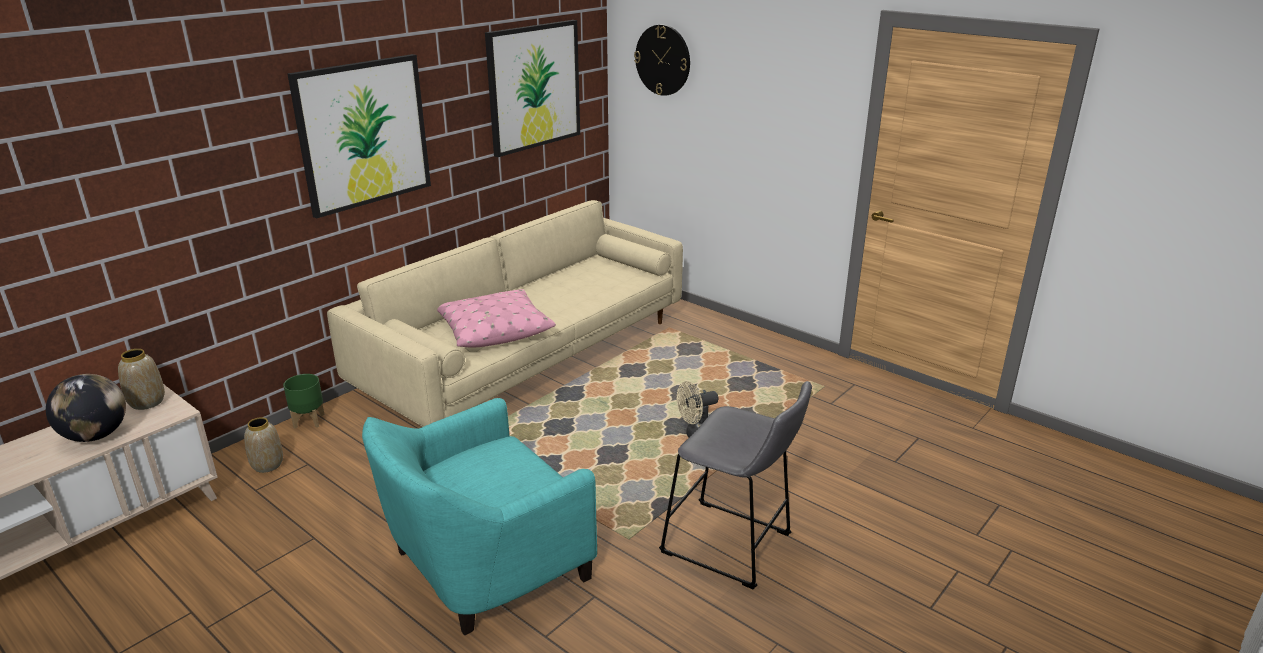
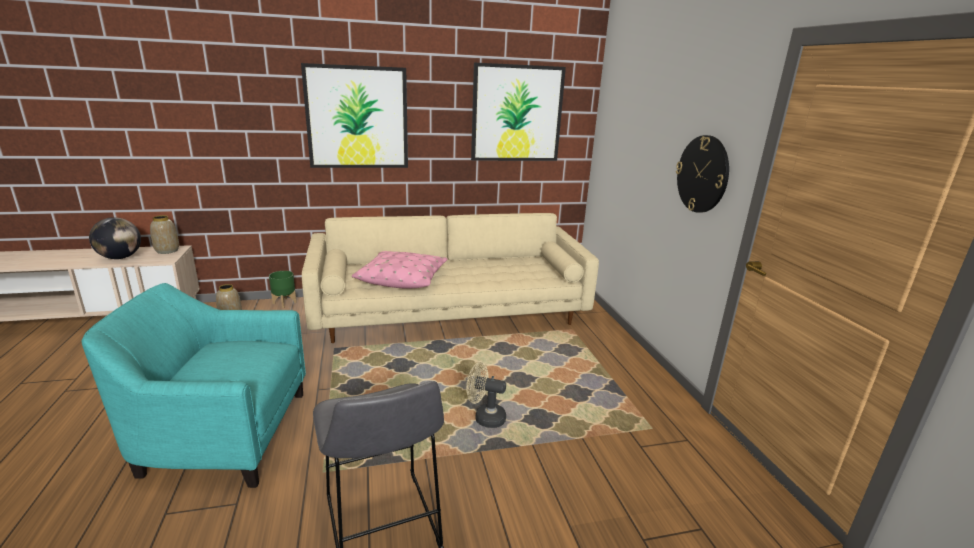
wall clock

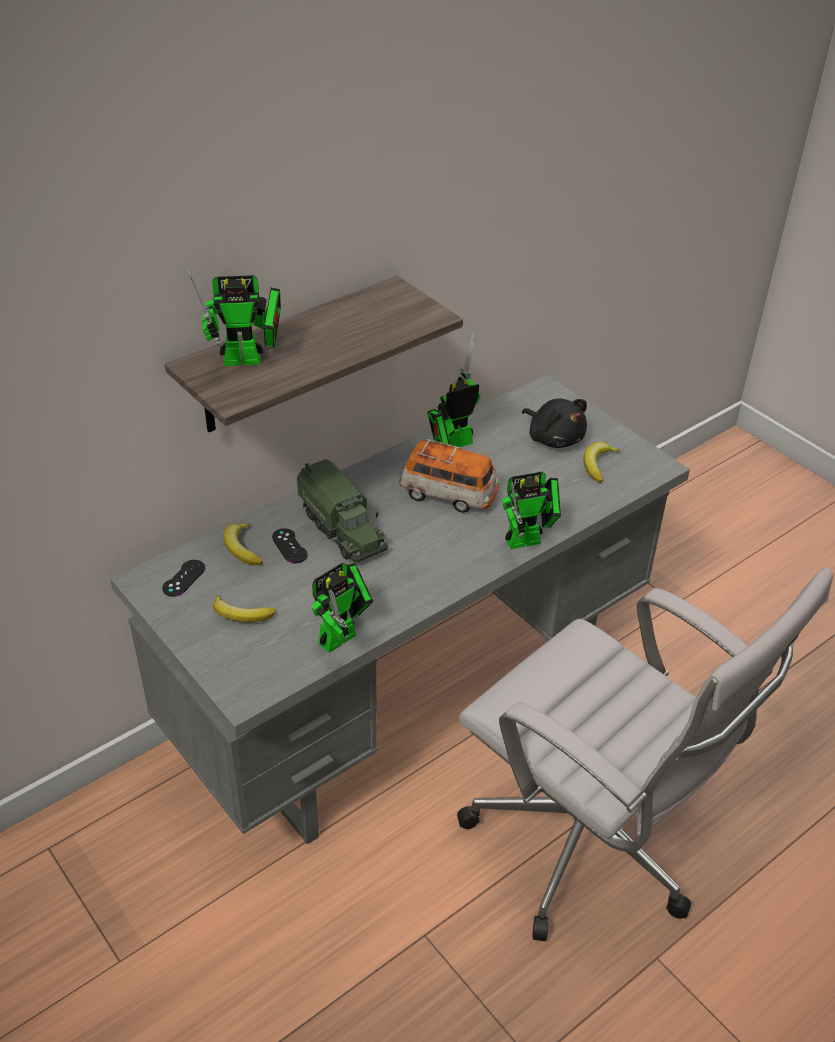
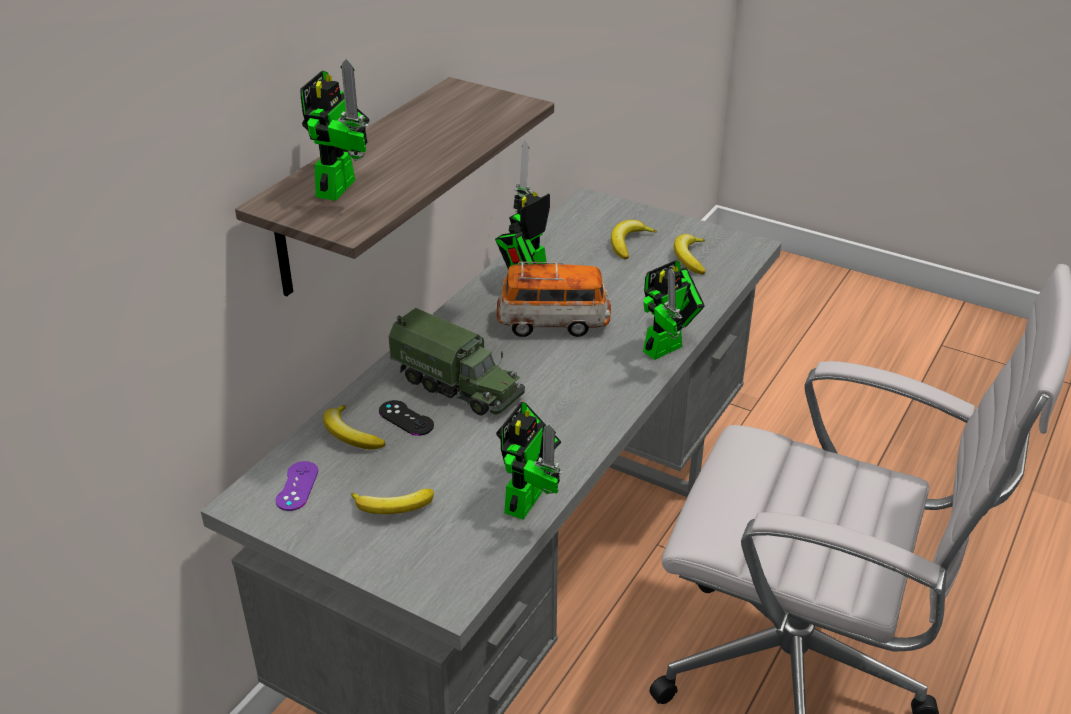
purple game controller
toy robot (1st from left)
banana (3rd from left)

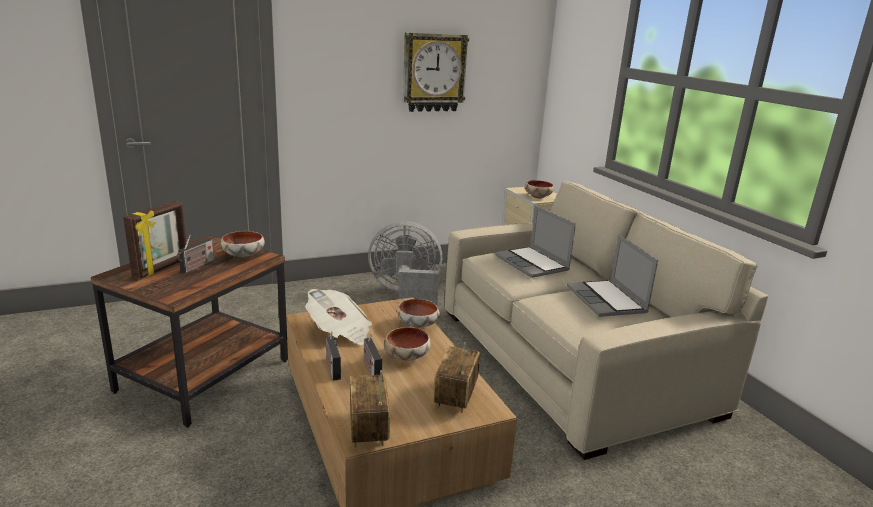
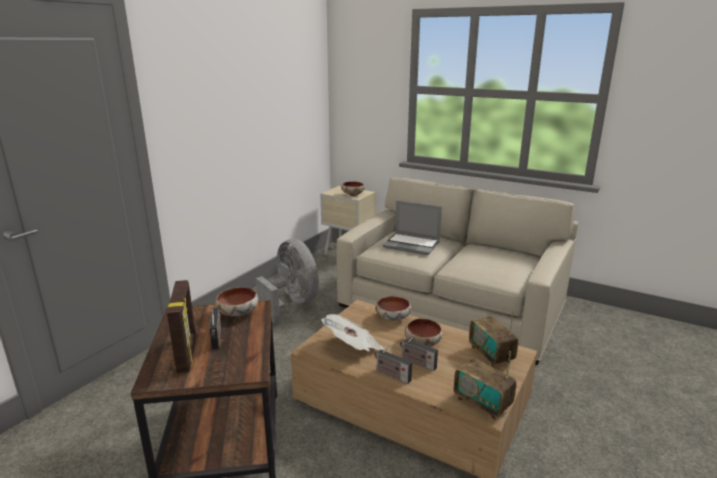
grey fan
wall clock
laptop (2nd from left in the first image)

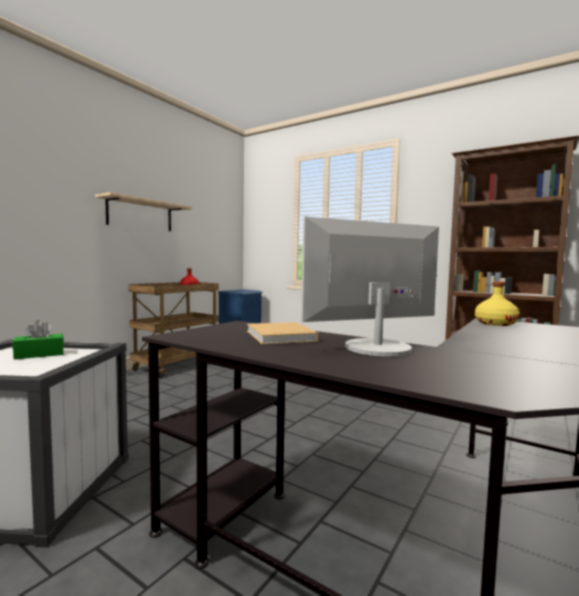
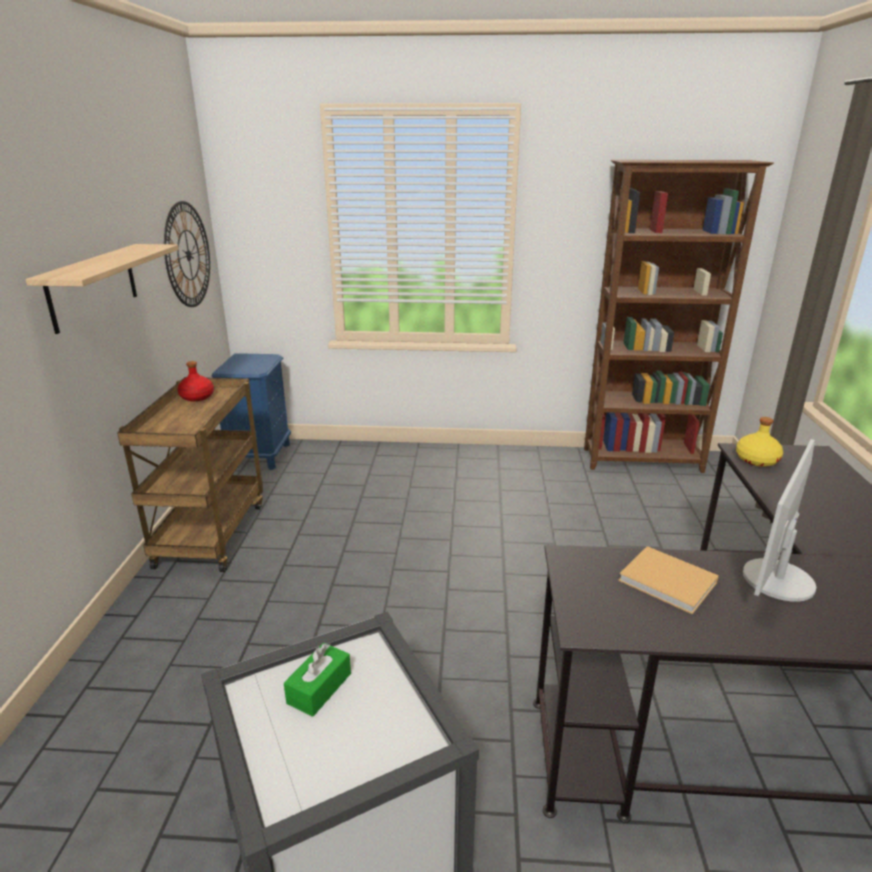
wall clock

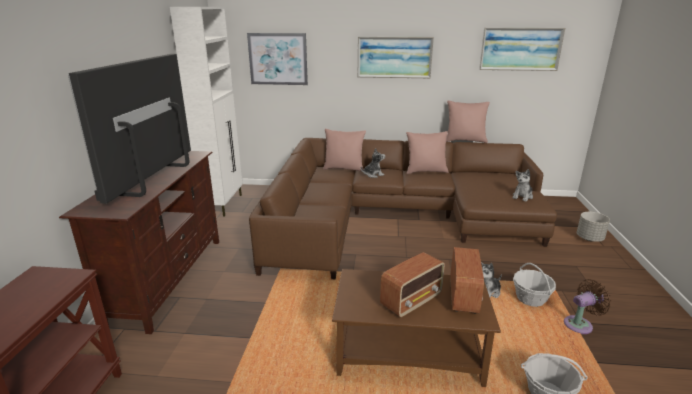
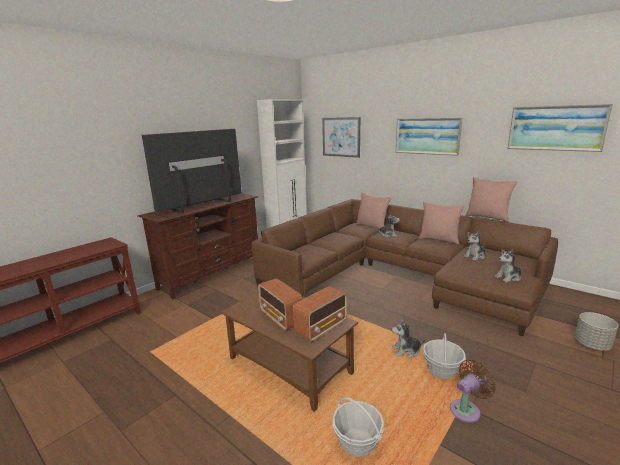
radio (1st from left)
brown fan
plush toy (3rd from left)

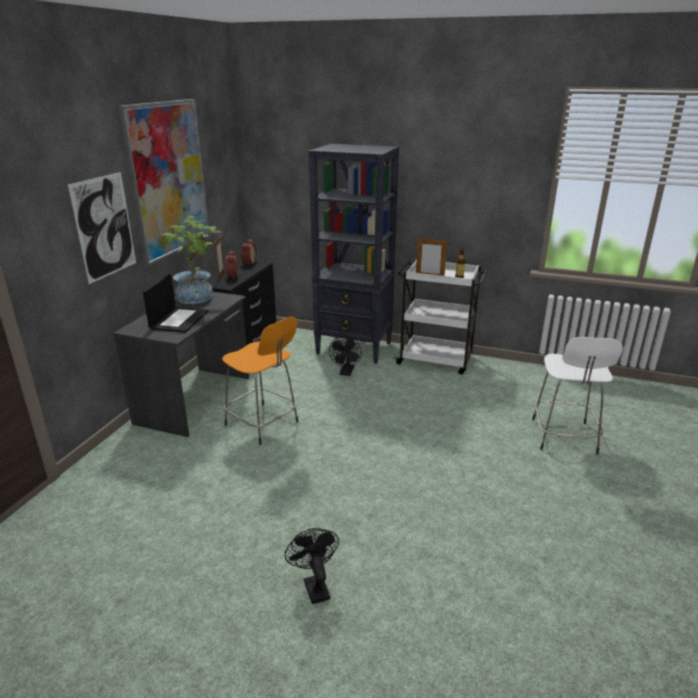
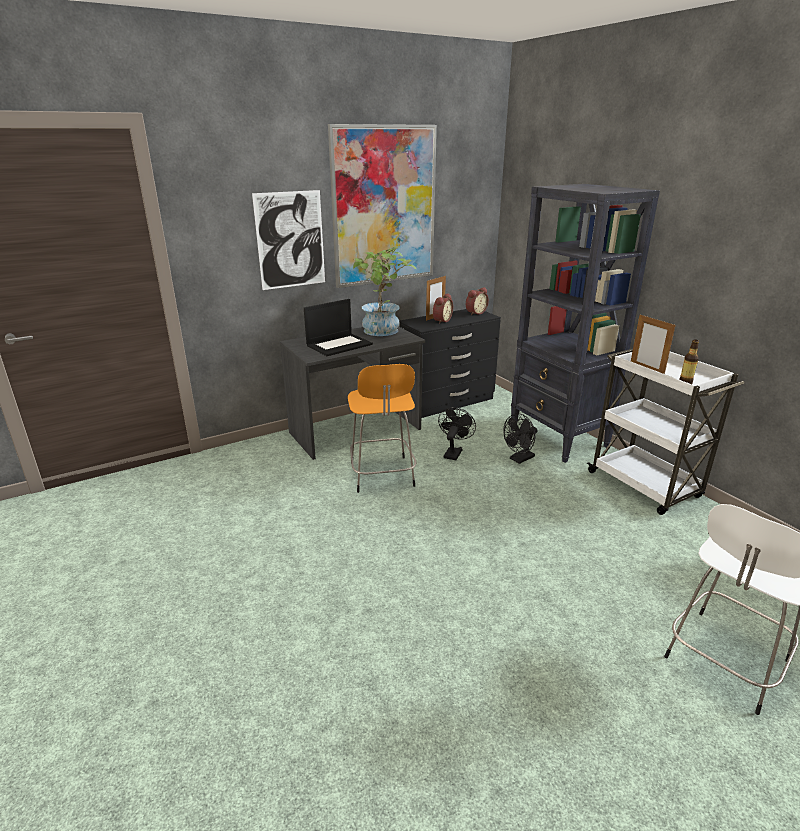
black fan (1st from left)

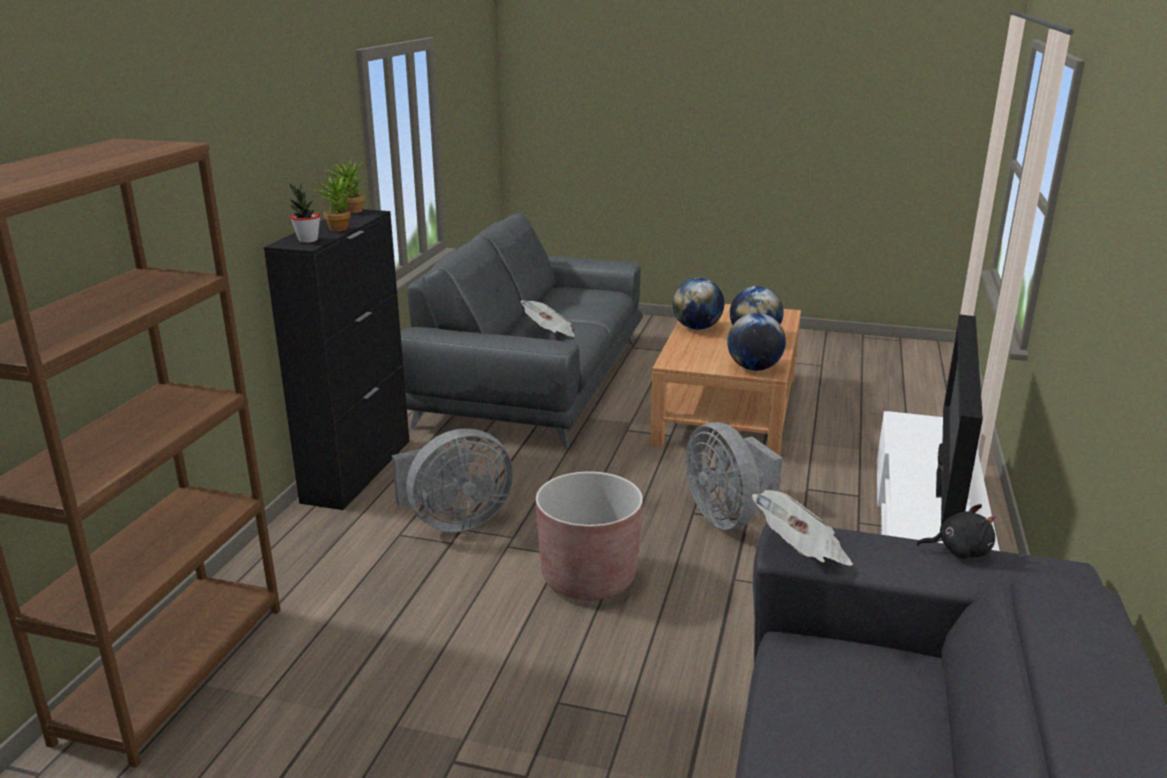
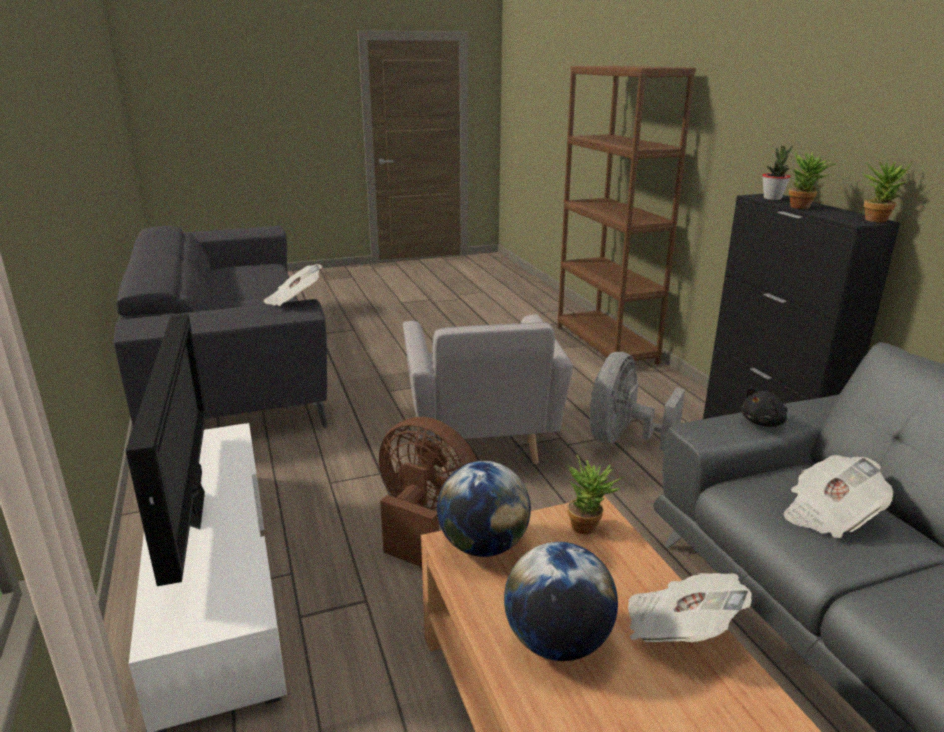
grey armchair
newspaper (2nd from left)
brown fan
black plush toy
potted plant (1st from left)

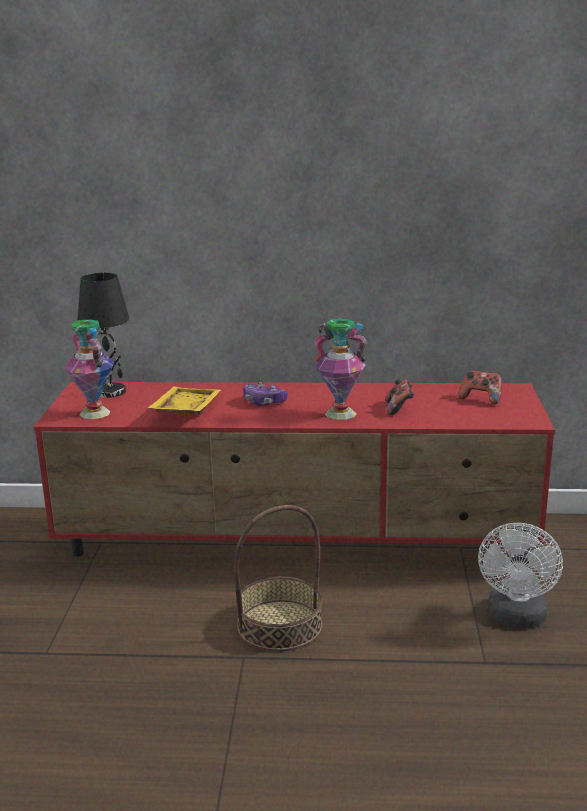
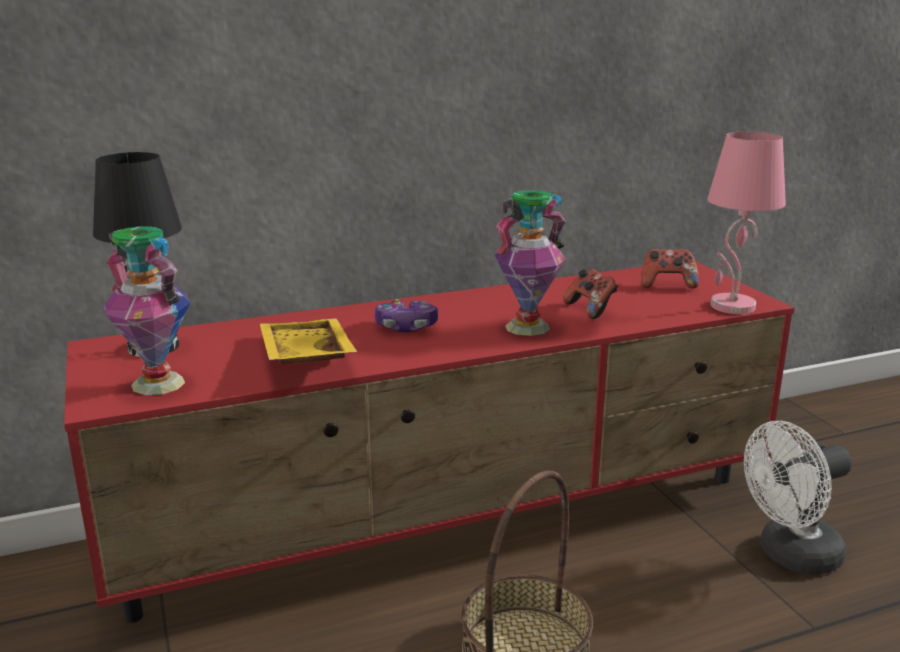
white fan
pink table lamp

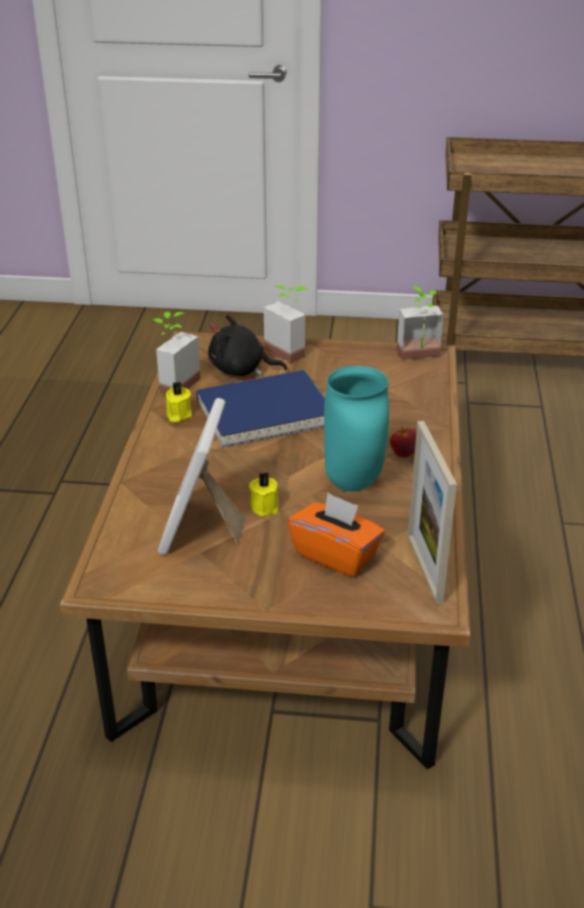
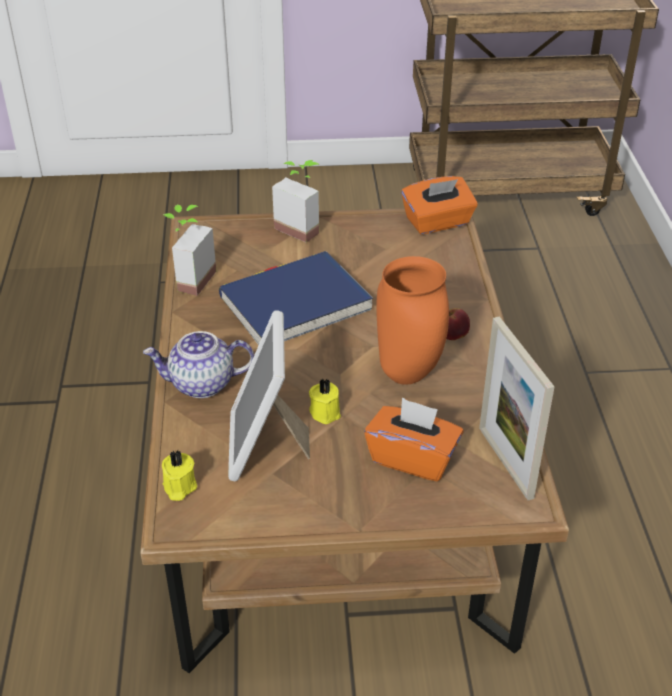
yellow candle (1st from left)
black plush toy
orange vase
orange tissue box (2nd from left)
teapot

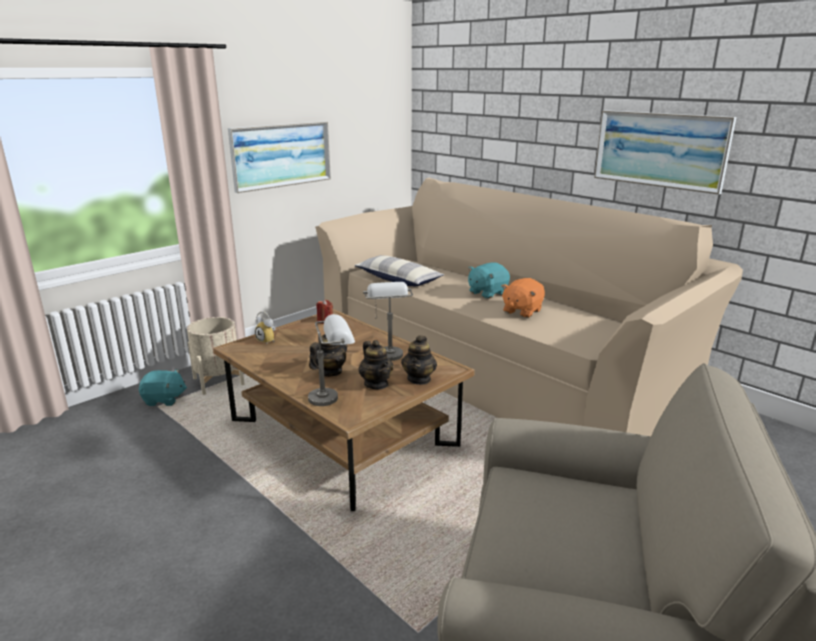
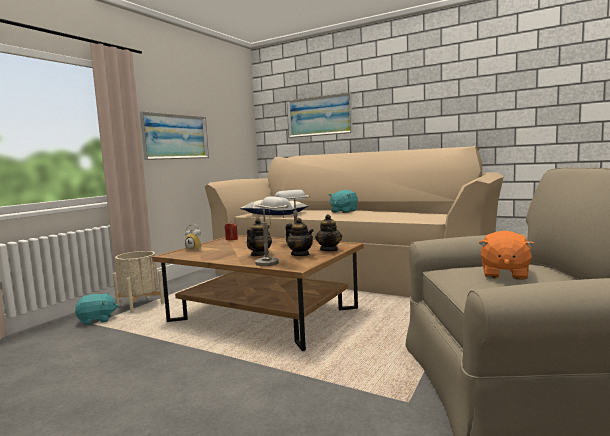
orange plush toy
picture (2nd from left)

